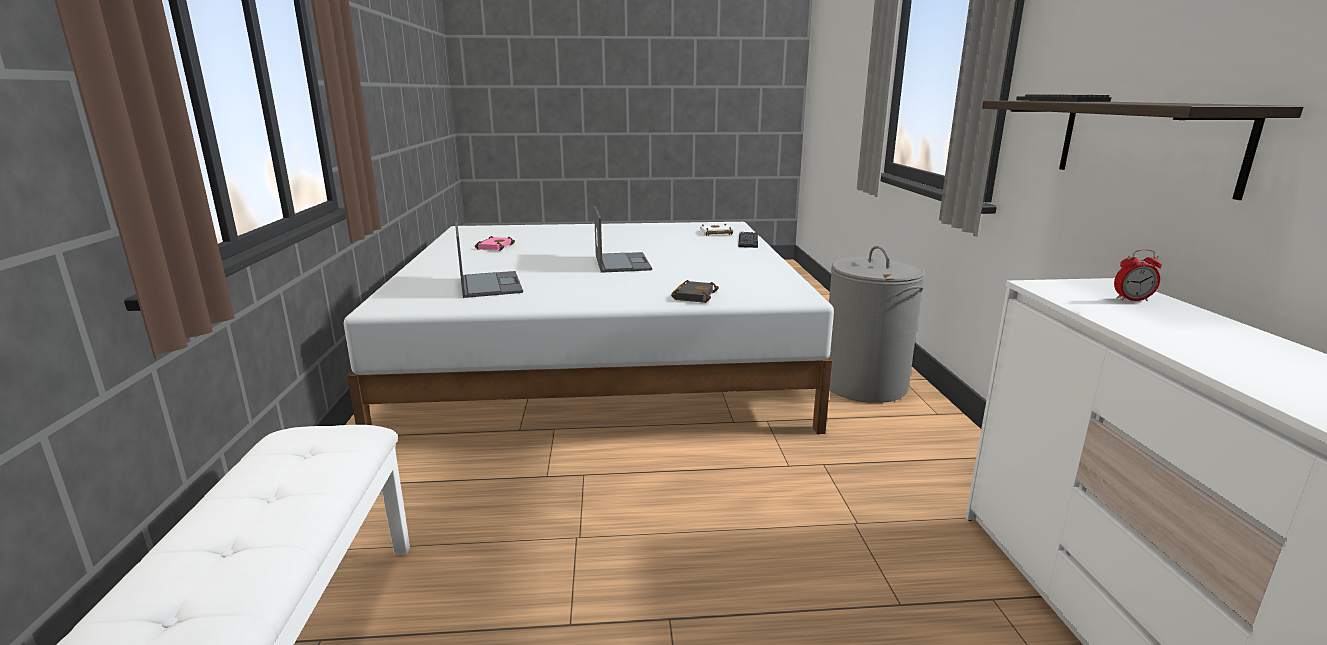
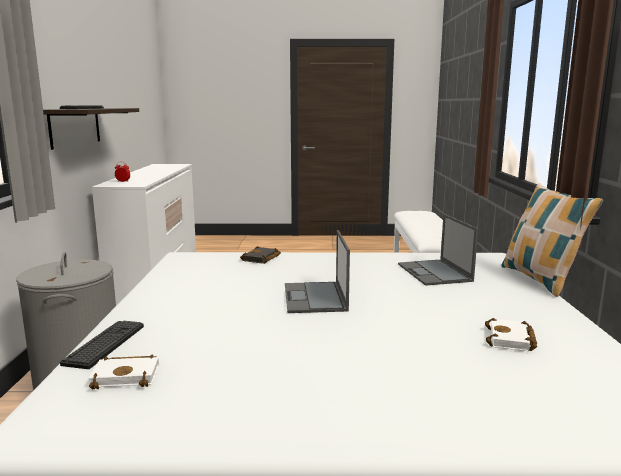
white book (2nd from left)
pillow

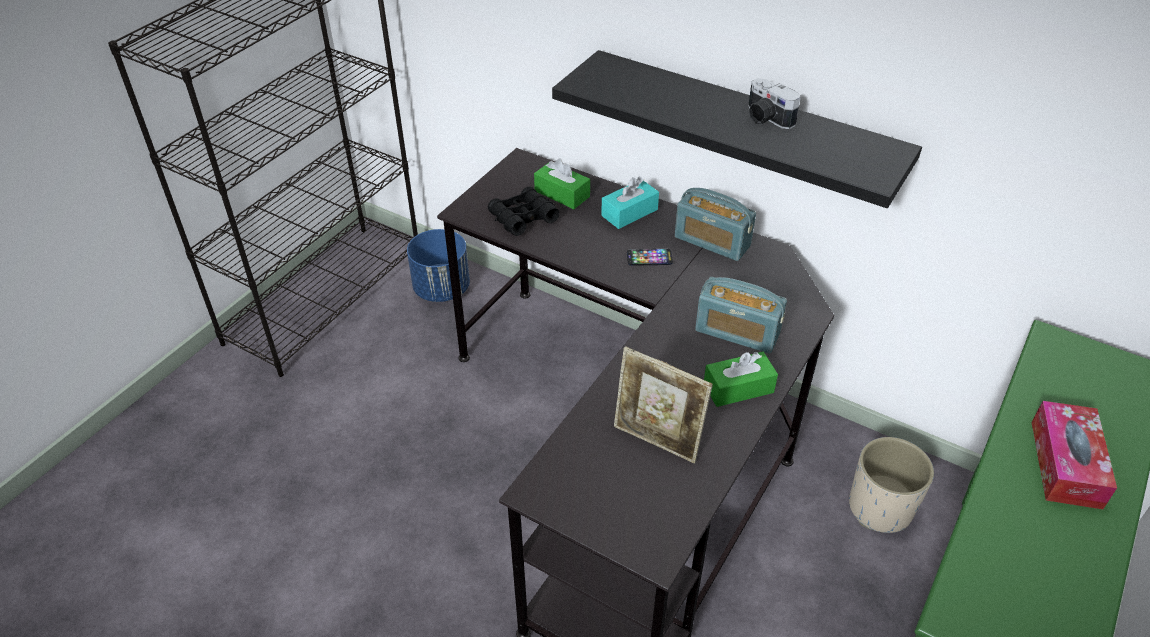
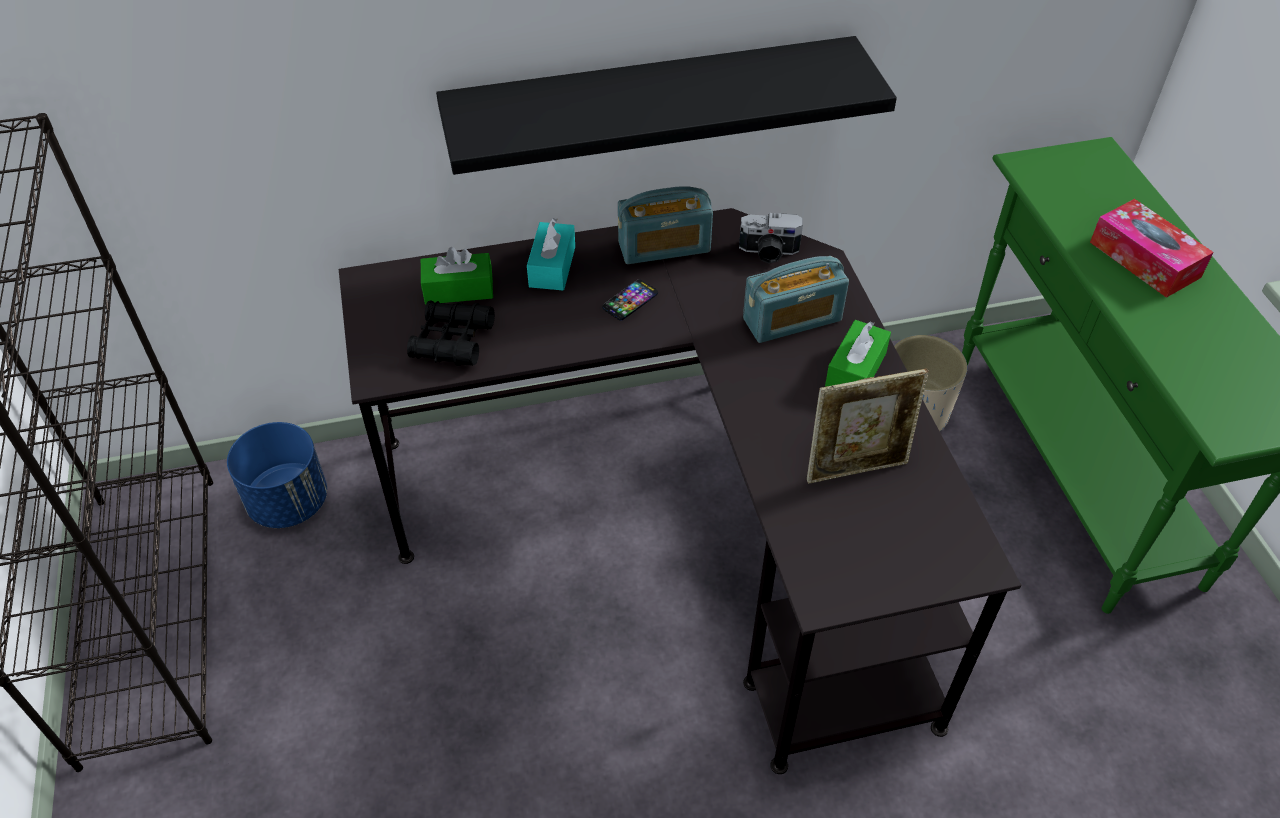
photo camera

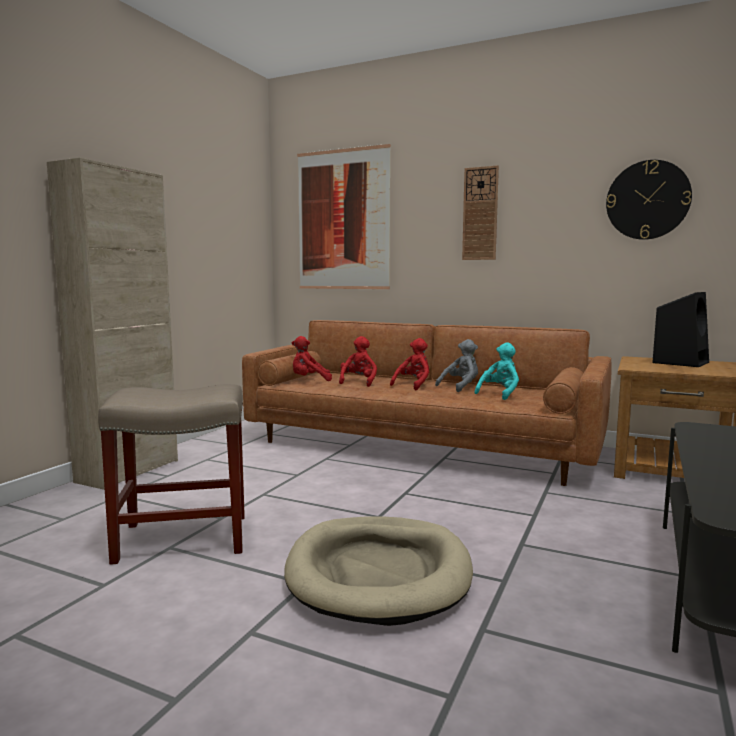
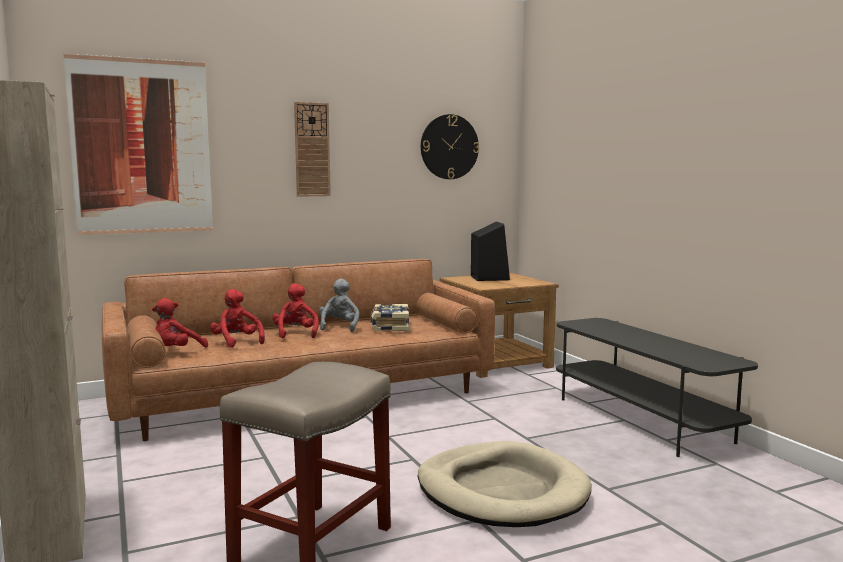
book

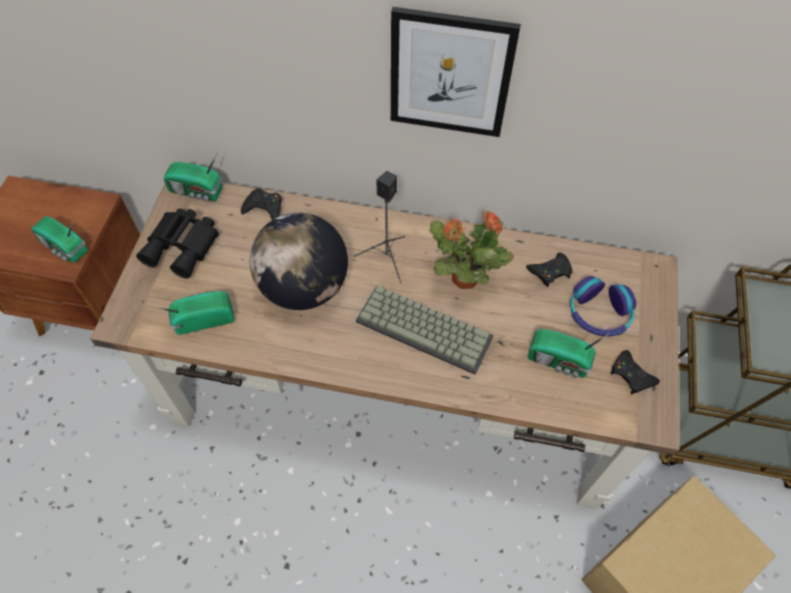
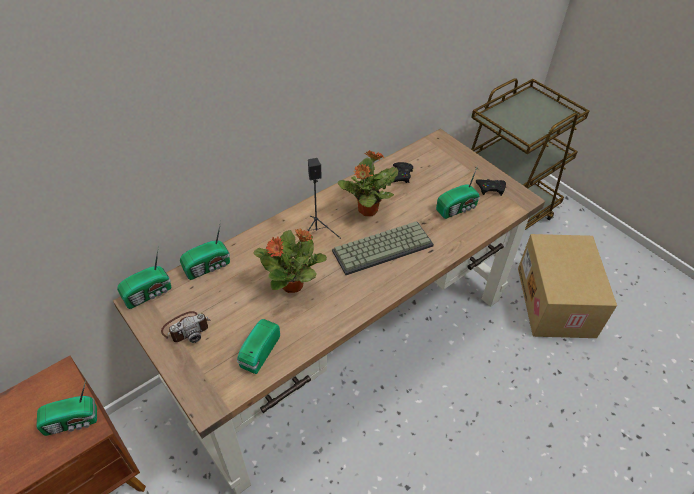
photo camera
radio (3rd from left)
potted plant (1st from left)
picture
headphones

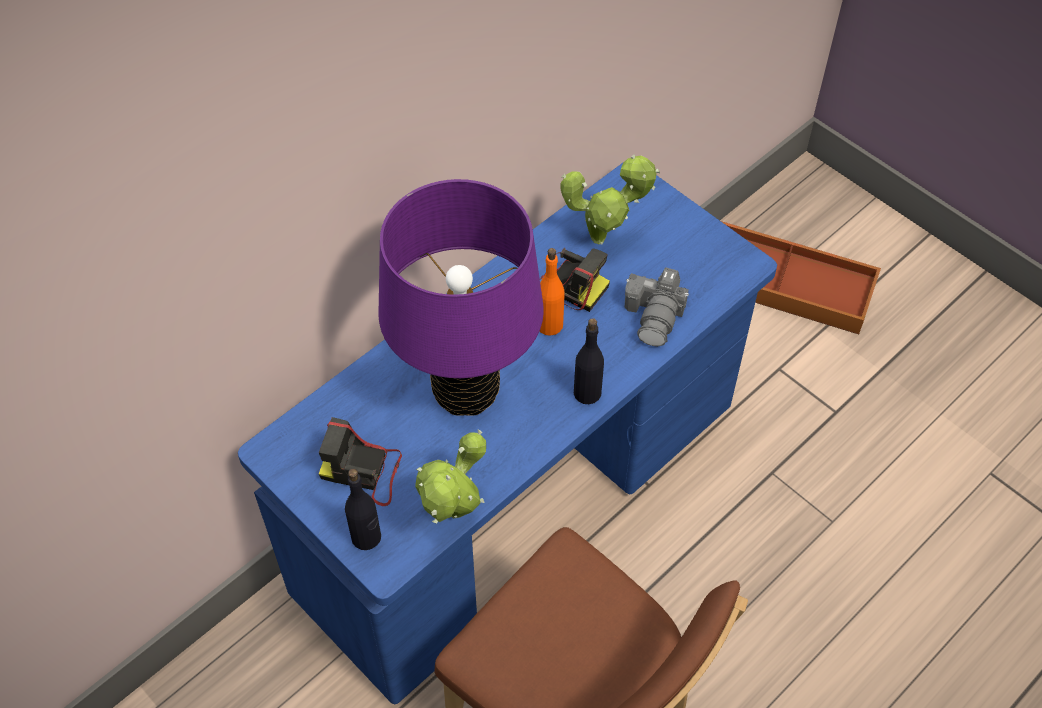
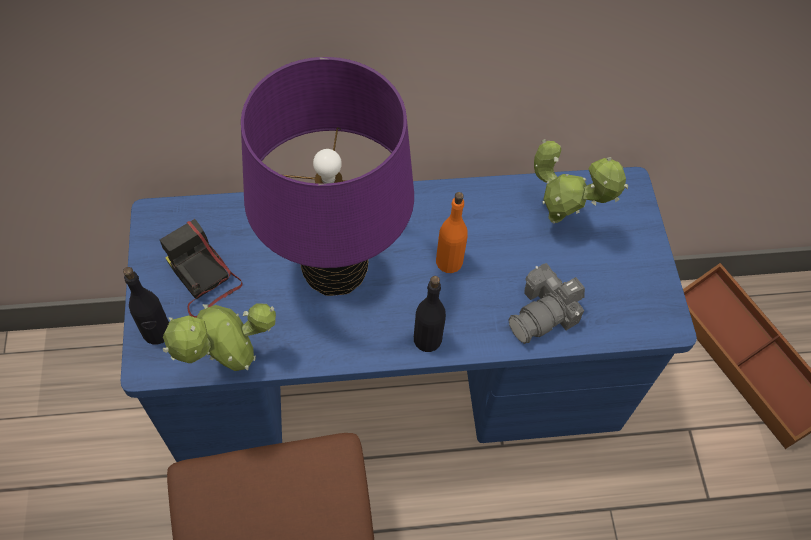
photo camera (2nd from left in the first image)

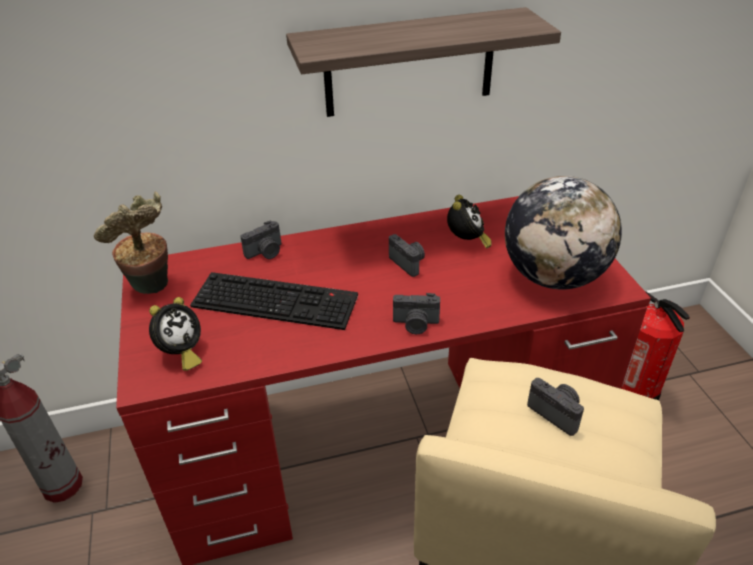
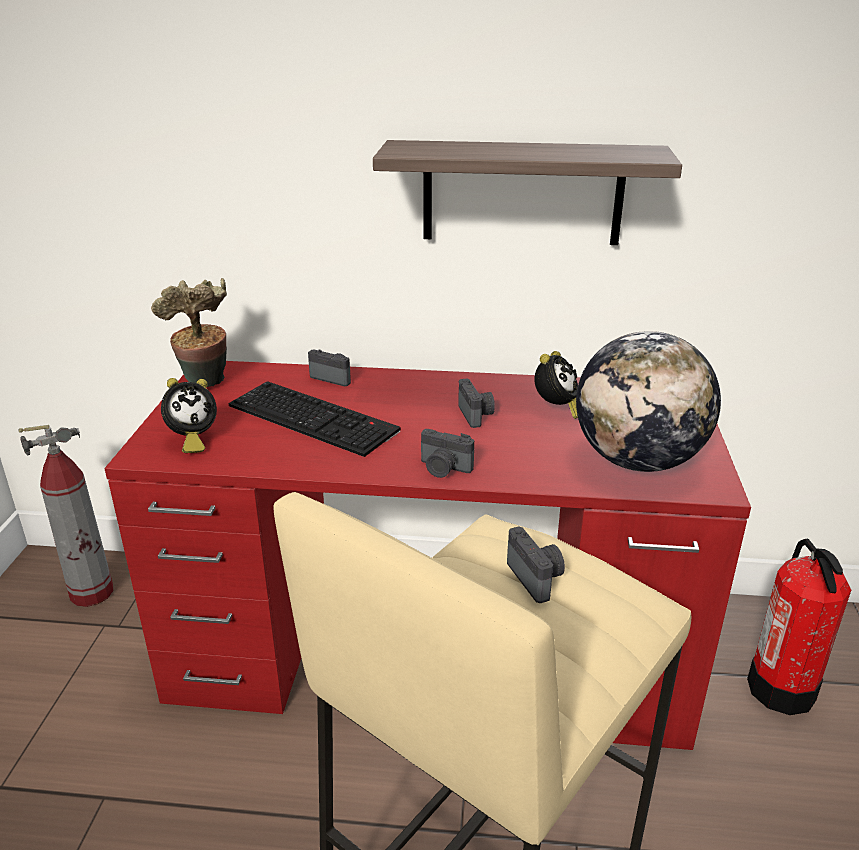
photo camera (1st from left)

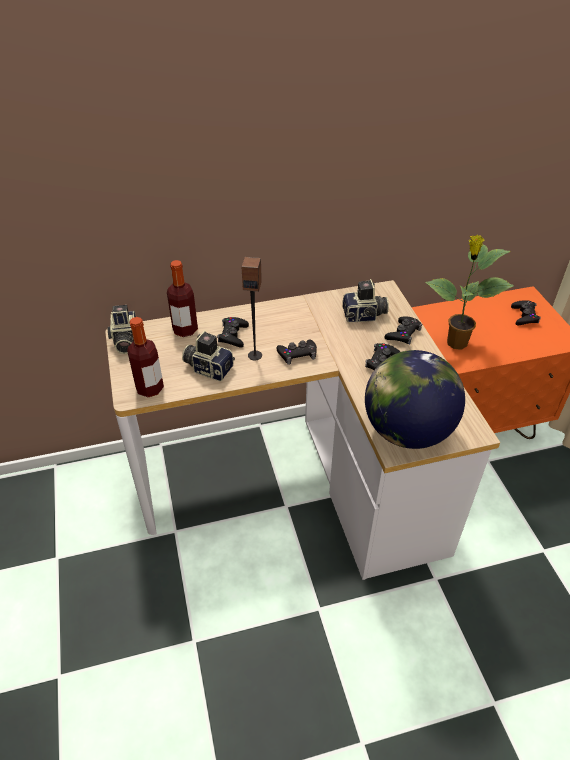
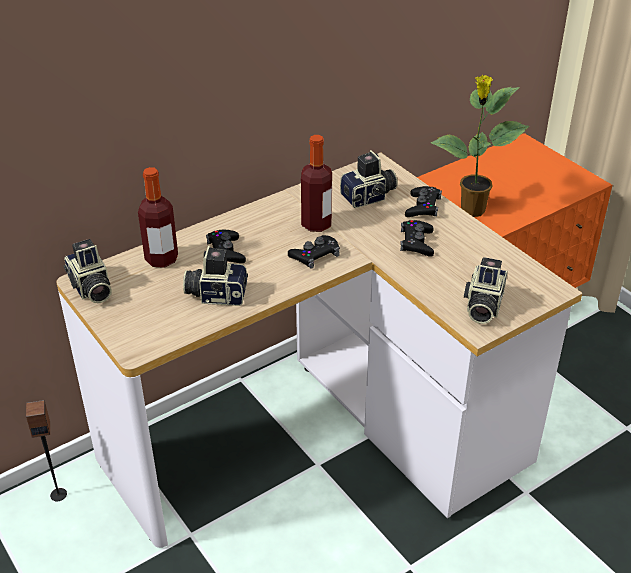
bottle (2nd from left)
speaker
photo camera (4th from left)
black game controller (5th from left in the first image)

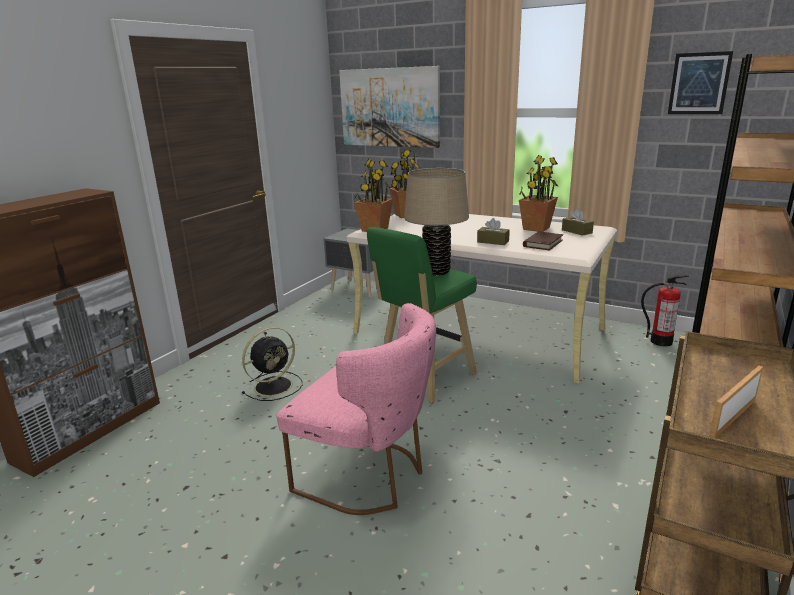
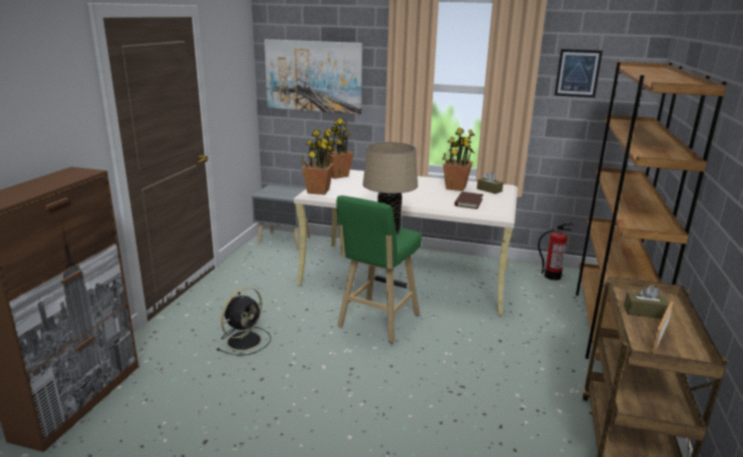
pink chair
brown tissue box (2nd from left)

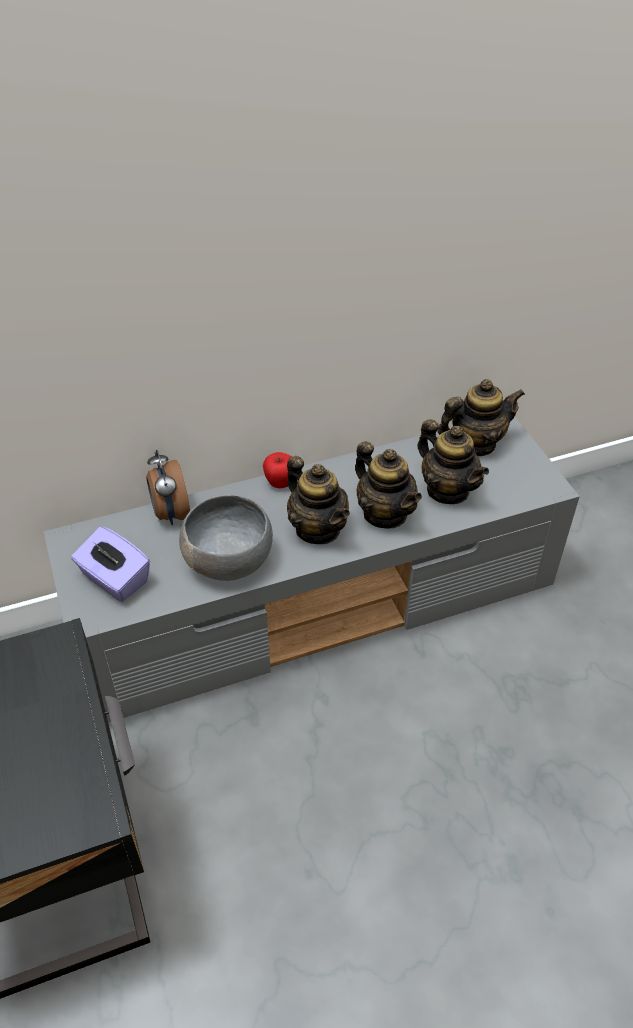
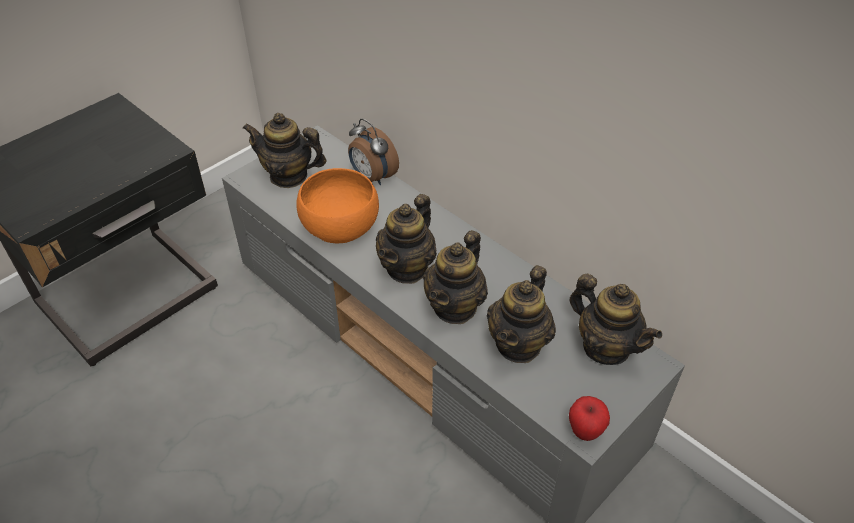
teapot (1st from left)
alarm clock
orange bowl
apple

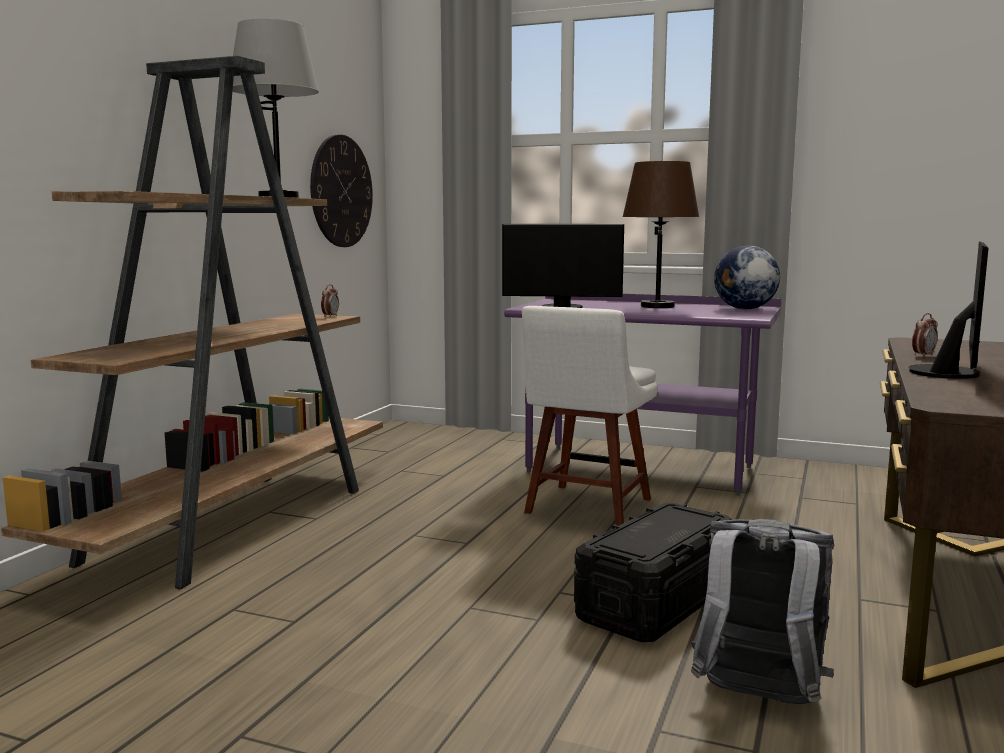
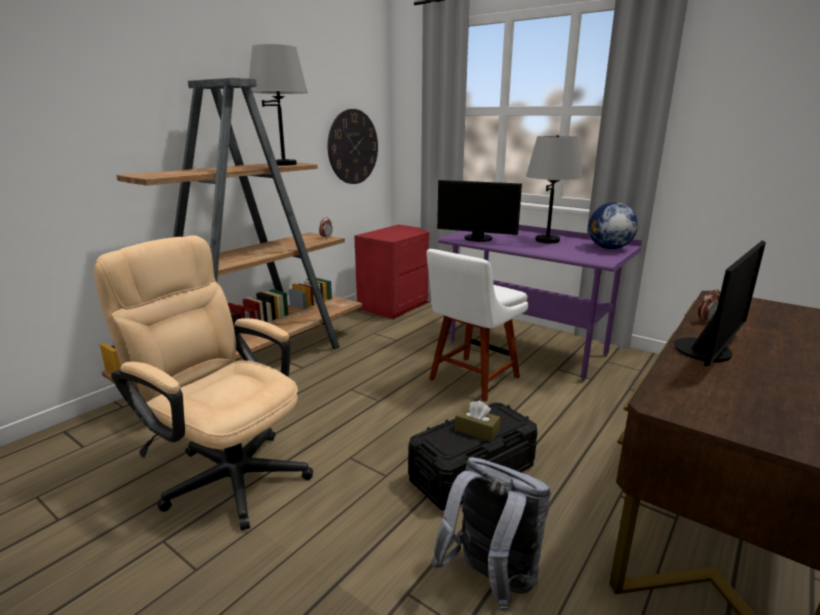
grey table lamp (2nd from left)
beige office chair
red nightstand
brown tissue box

